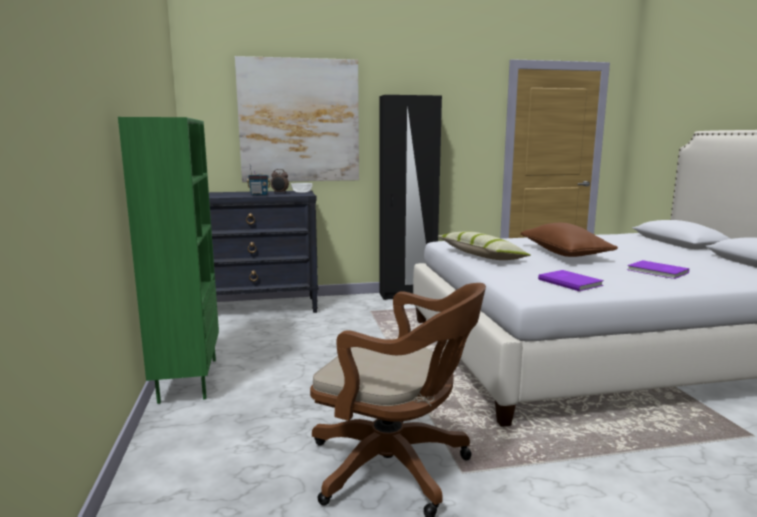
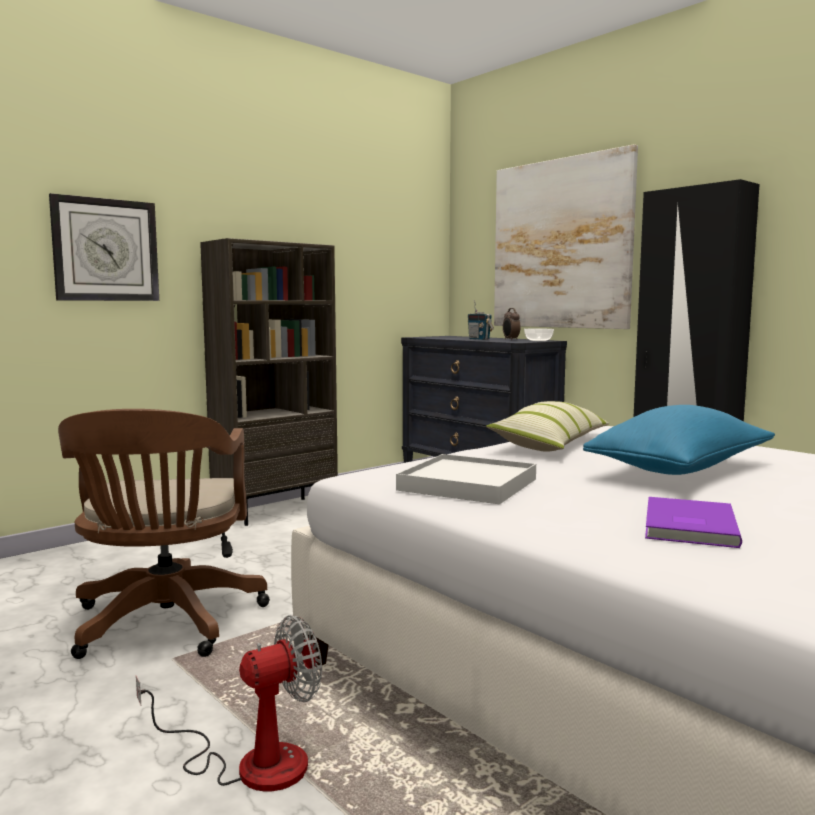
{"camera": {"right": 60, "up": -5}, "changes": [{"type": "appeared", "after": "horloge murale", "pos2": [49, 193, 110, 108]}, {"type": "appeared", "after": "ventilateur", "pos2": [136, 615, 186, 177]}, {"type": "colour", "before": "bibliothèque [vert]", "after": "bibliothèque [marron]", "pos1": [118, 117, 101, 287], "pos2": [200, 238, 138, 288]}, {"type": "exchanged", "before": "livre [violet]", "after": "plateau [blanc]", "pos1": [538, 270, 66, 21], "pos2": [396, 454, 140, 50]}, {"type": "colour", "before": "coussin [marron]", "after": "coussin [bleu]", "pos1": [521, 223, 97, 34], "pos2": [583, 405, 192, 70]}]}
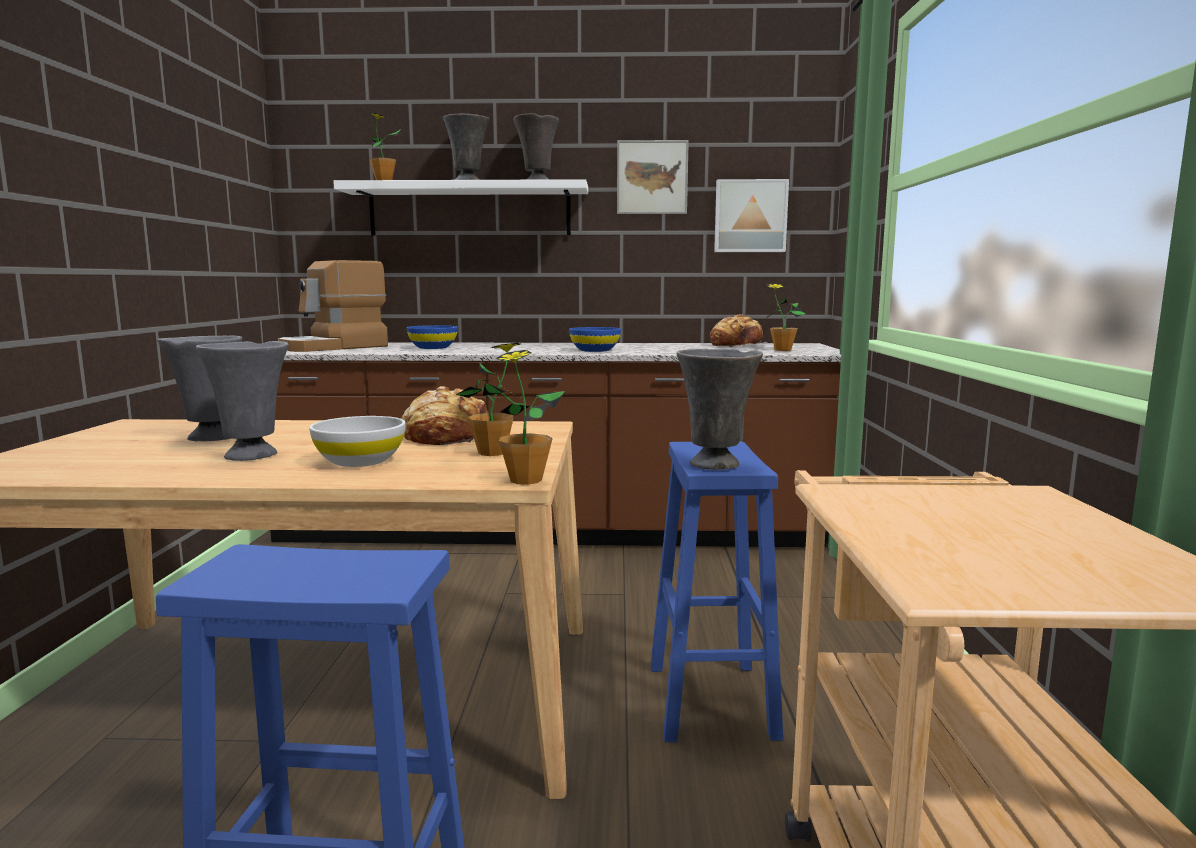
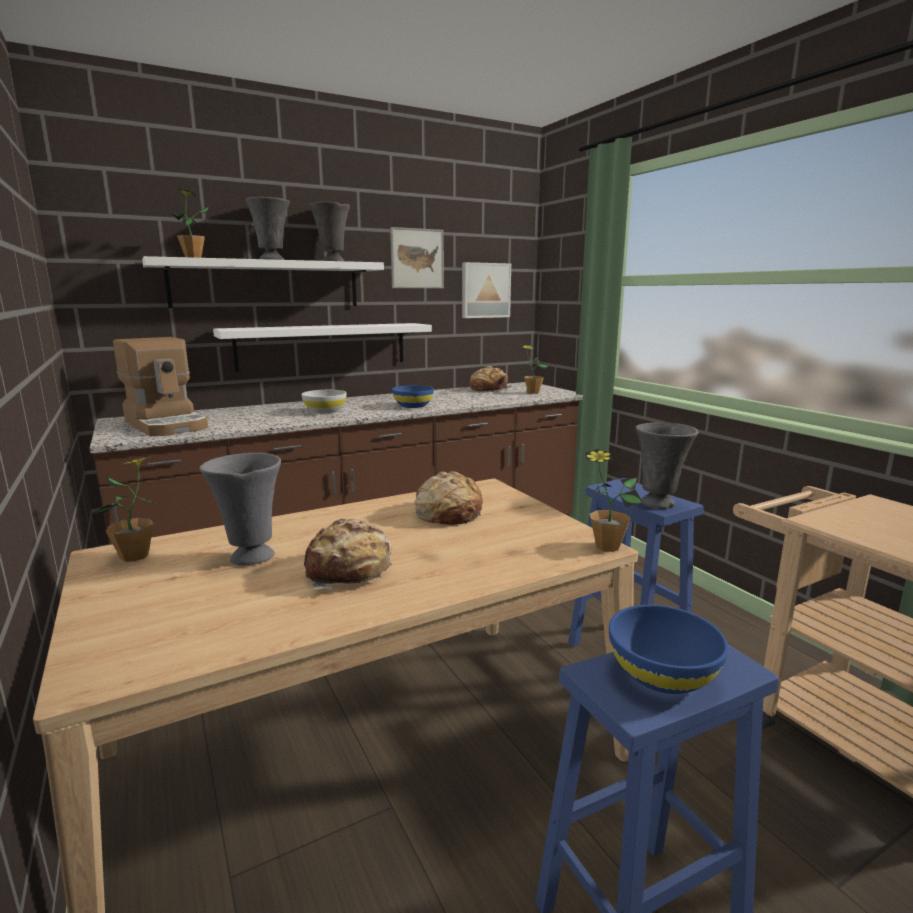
{"camera": {"right": -30, "up": 5}, "changes": [{"type": "relocated", "before": "plante en pot", "pos1": [456, 343, 66, 113], "pos2": [93, 456, 64, 106]}, {"type": "spun", "before": "machine à café", "pos1": [278, 260, 110, 92], "pos2": [113, 337, 95, 99], "turn": -60}, {"type": "appeared", "after": "étagère [blanc]", "pos2": [213, 323, 219, 49]}, {"type": "relocated", "before": "bol [blanc]", "pos1": [309, 416, 97, 51], "pos2": [301, 390, 46, 24]}, {"type": "exchanged", "before": "vase [gris]", "after": "pain", "pos1": [196, 341, 93, 120], "pos2": [304, 519, 88, 70]}, {"type": "relocated", "before": "bol [bleu]", "pos1": [407, 325, 51, 24], "pos2": [609, 605, 120, 89]}]}
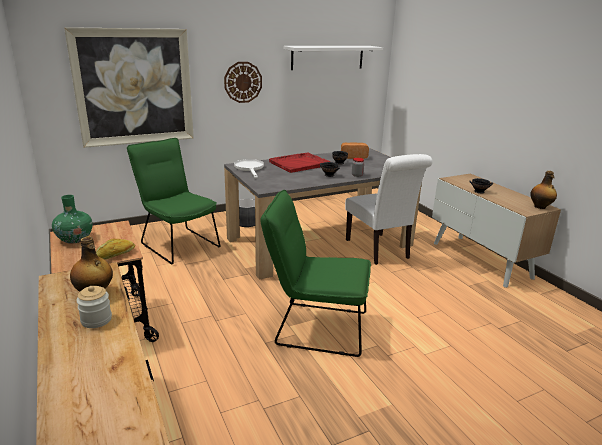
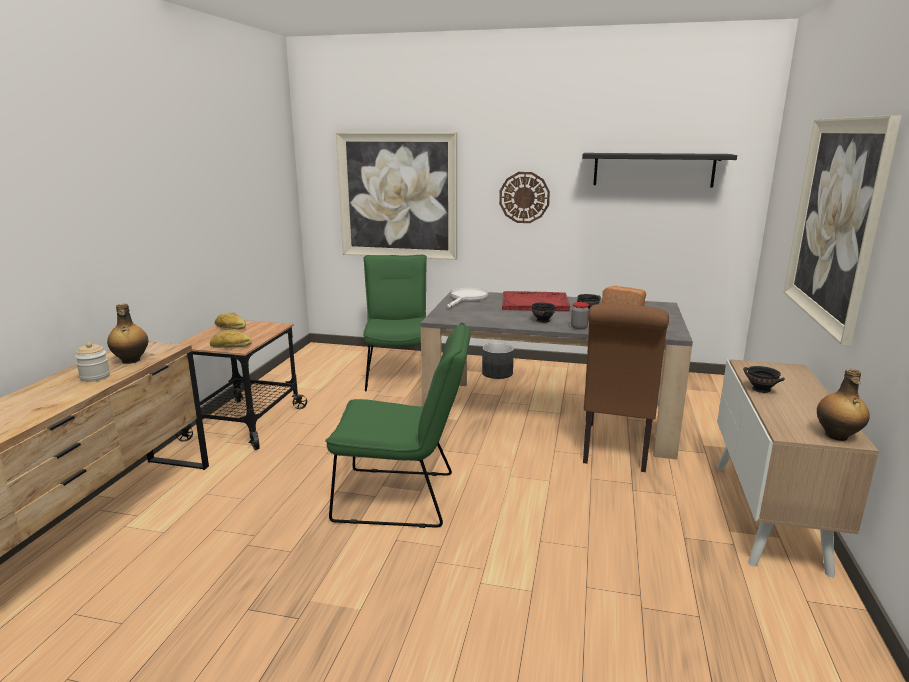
{"camera": {"right": 40, "up": -5}, "changes": [{"type": "exchanged", "before": "vase [vert]", "after": "pain", "pos1": [52, 195, 41, 49], "pos2": [215, 313, 31, 17]}, {"type": "spun", "before": "chaise [vert]", "pos1": [260, 190, 111, 167], "pos2": [325, 323, 146, 205], "turn": 135}, {"type": "colour", "before": "étagère [blanc]", "after": "étagère [noir]", "pos1": [284, 46, 99, 24], "pos2": [582, 153, 155, 34]}, {"type": "colour", "before": "chaise [blanc]", "after": "chaise [marron]", "pos1": [345, 154, 88, 111], "pos2": [583, 304, 86, 168]}, {"type": "appeared", "after": "tableau", "pos2": [784, 115, 118, 231]}]}
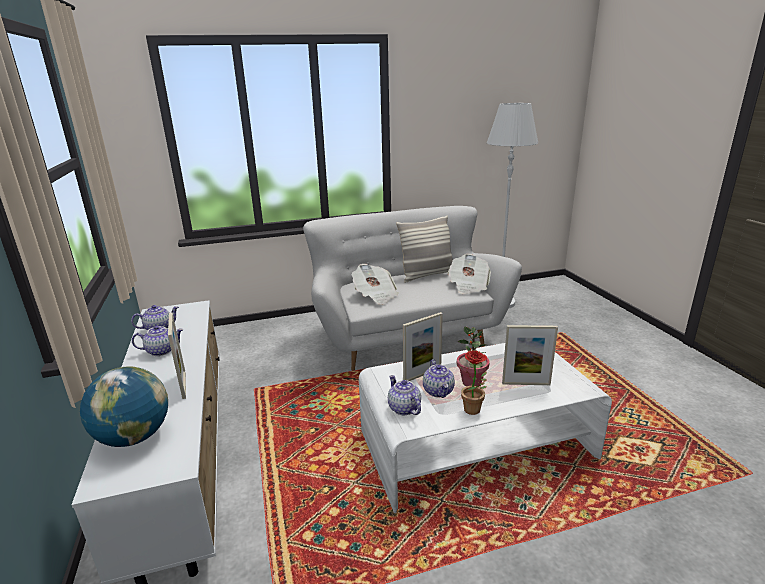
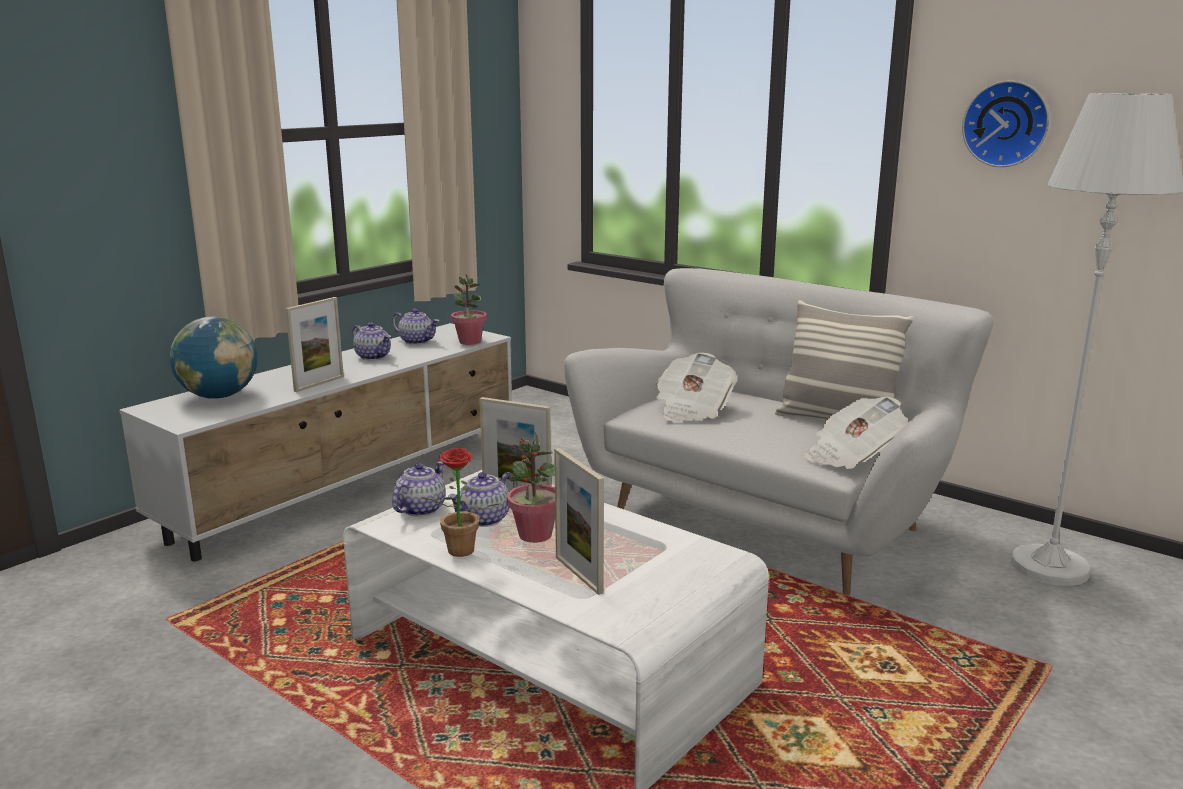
{"camera": {"right": 55, "up": -5}, "changes": [{"type": "appeared", "after": "plante en pot", "pos2": [451, 274, 36, 71]}, {"type": "appeared", "after": "horloge murale", "pos2": [962, 80, 87, 87]}]}
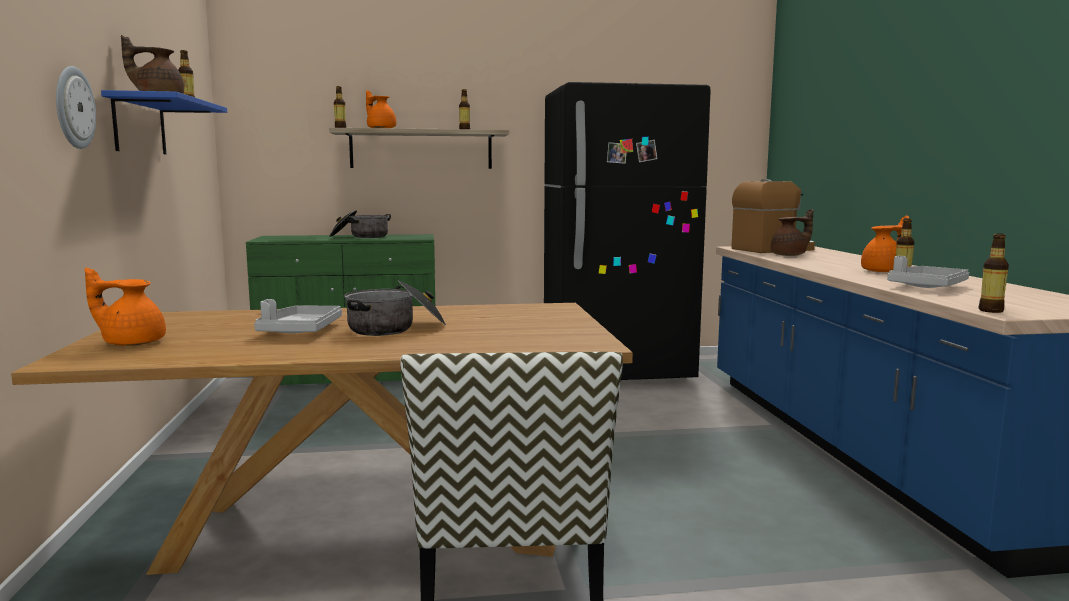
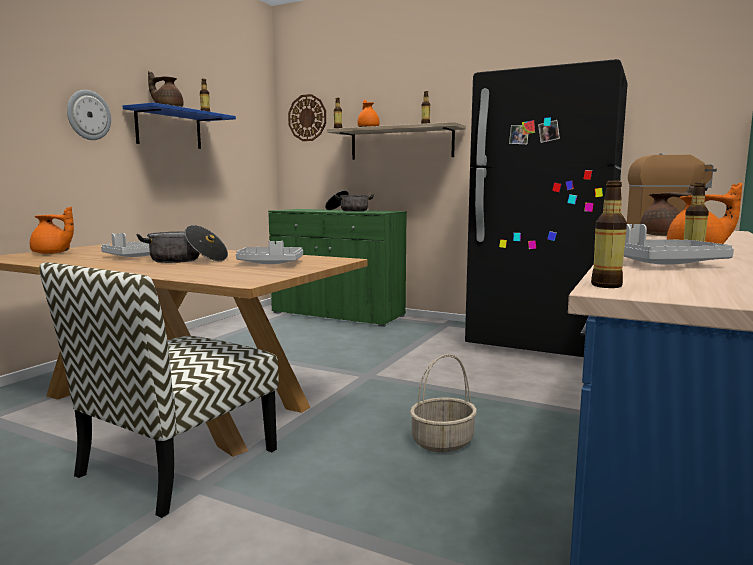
{"camera": {"right": 35, "up": 0}, "changes": [{"type": "spun", "before": "théière [orange]", "pos1": [85, 268, 81, 78], "pos2": [30, 206, 44, 48], "turn": 150}, {"type": "appeared", "after": "plateau [gris]", "pos2": [236, 241, 67, 23]}, {"type": "appeared", "after": "horloge murale", "pos2": [288, 94, 38, 47]}, {"type": "appeared", "after": "panier", "pos2": [410, 354, 67, 98]}]}
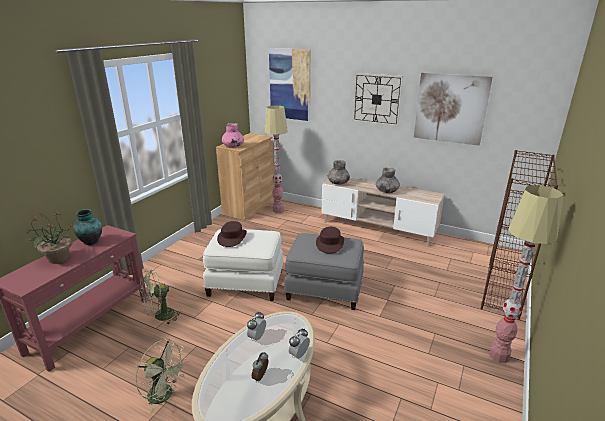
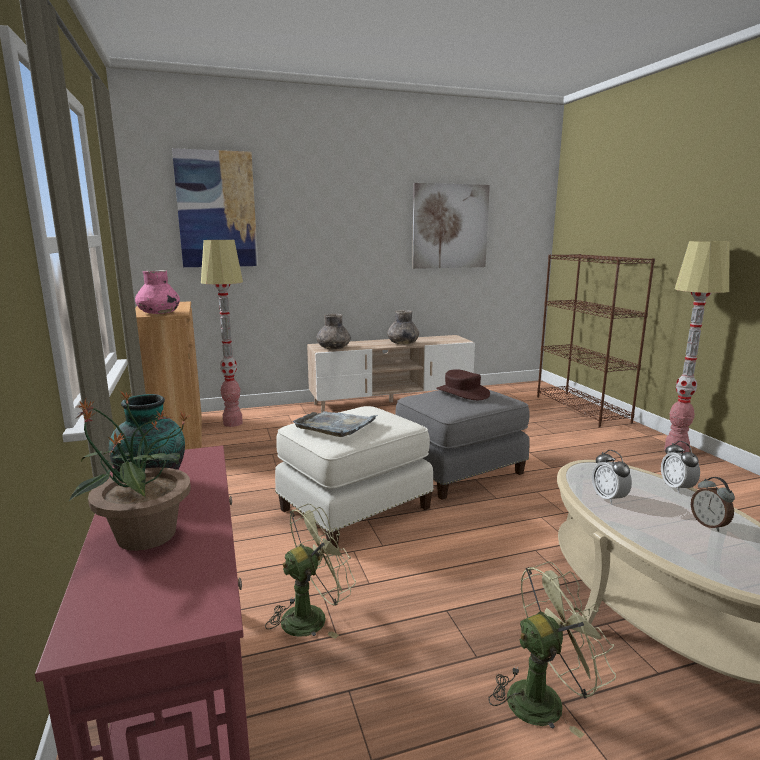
{"camera": {"right": -45, "up": -10}, "changes": [{"type": "spun", "before": "ventilateur [vert]", "pos1": [140, 270, 42, 54], "pos2": [265, 504, 91, 135], "turn": -135}, {"type": "exchanged", "before": "chapeau [marron]", "after": "plateau [gris]", "pos1": [217, 221, 30, 26], "pos2": [293, 411, 85, 26]}, {"type": "missing", "before": "horloge murale", "pos1": [352, 73, 51, 54]}]}
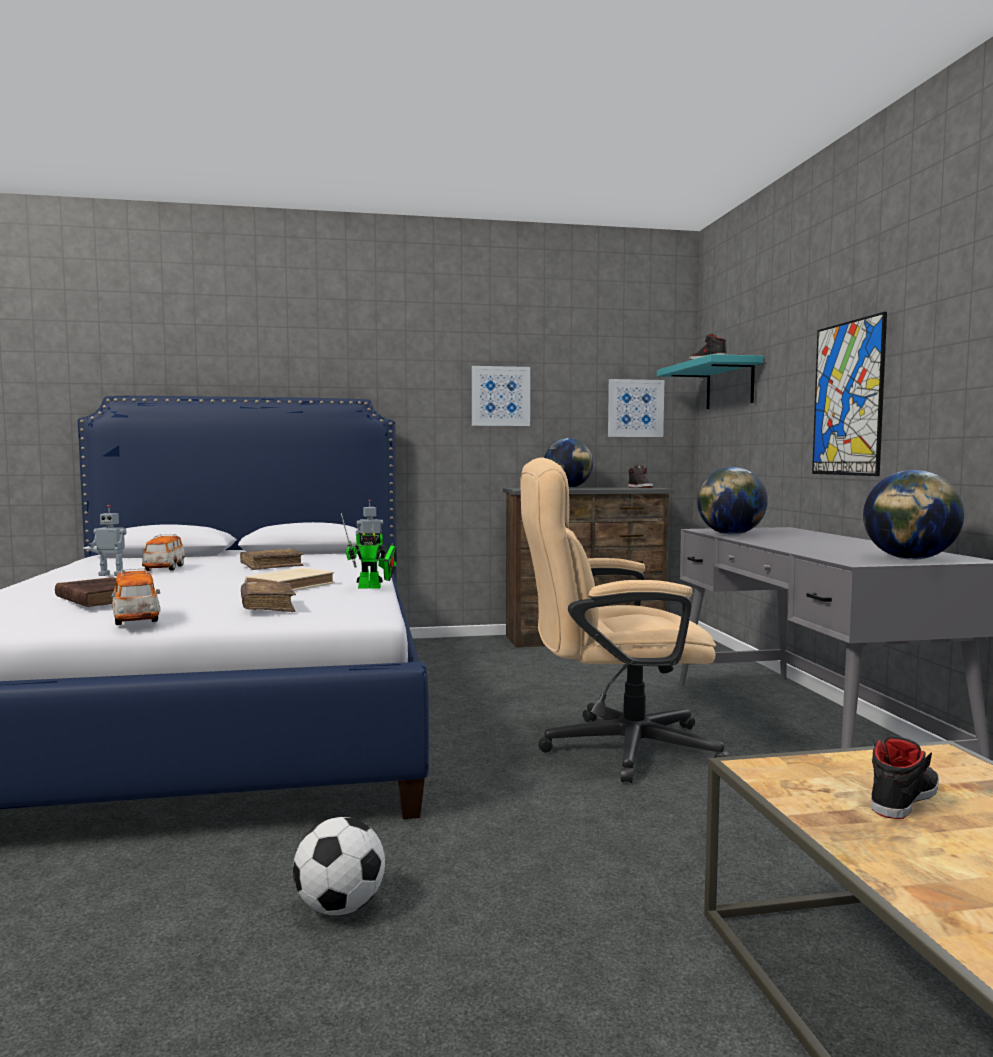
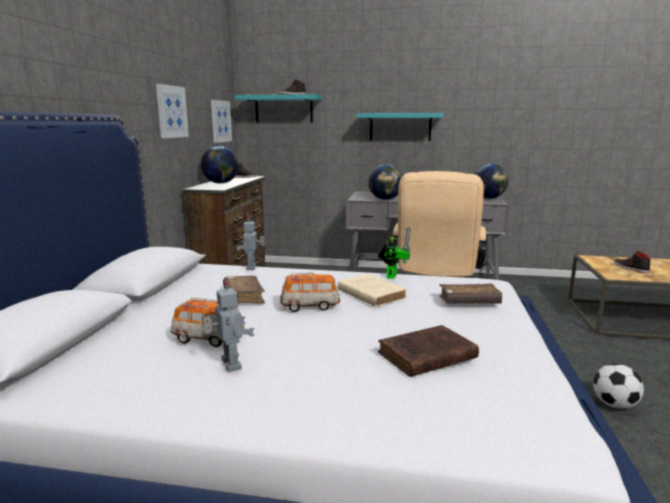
{"camera": {"right": -70, "up": 10}, "changes": [{"type": "spun", "before": "robot jouet", "pos1": [89, 505, 38, 71], "pos2": [203, 281, 51, 91], "turn": -45}, {"type": "relocated", "before": "petite voiture", "pos1": [111, 568, 49, 57], "pos2": [280, 273, 60, 39]}, {"type": "exchanged", "before": "tableau", "after": "étagère [turquoise]", "pos1": [812, 312, 75, 164], "pos2": [357, 113, 87, 28]}]}
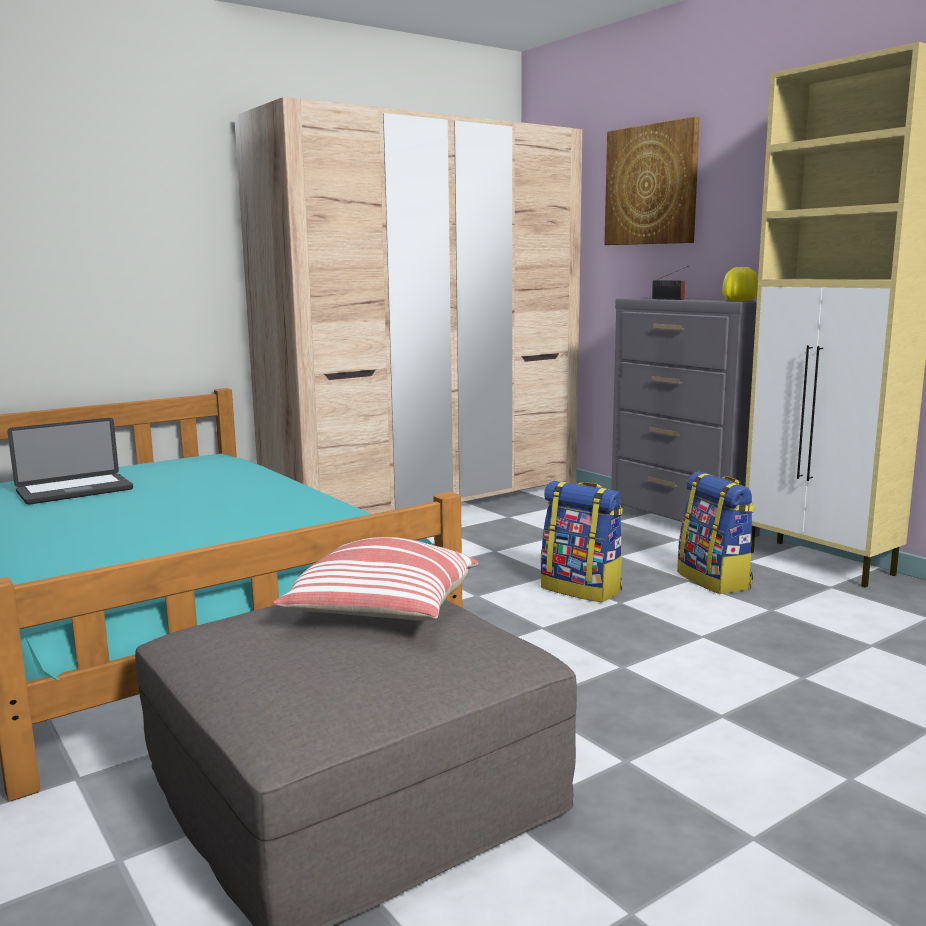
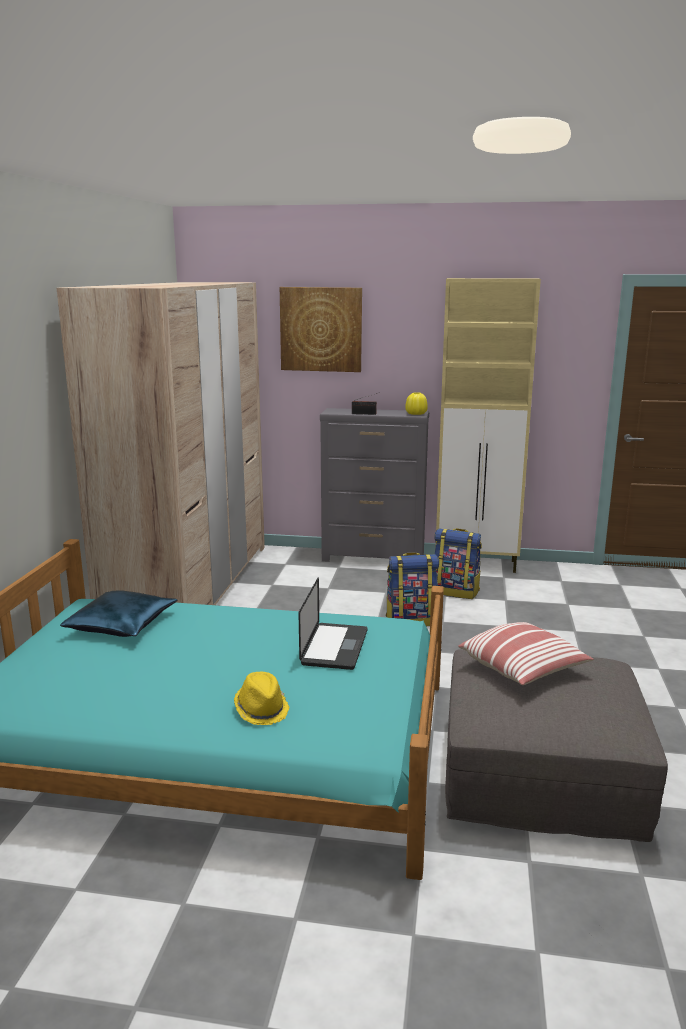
{"camera": {"right": -45, "up": 5}, "changes": [{"type": "appeared", "after": "coussin [bleu]", "pos2": [60, 591, 118, 46]}, {"type": "appeared", "after": "chapeau [jaune]", "pos2": [234, 672, 56, 53]}, {"type": "relocated", "before": "ordinateur portable", "pos1": [7, 418, 126, 87], "pos2": [298, 577, 69, 93]}]}
